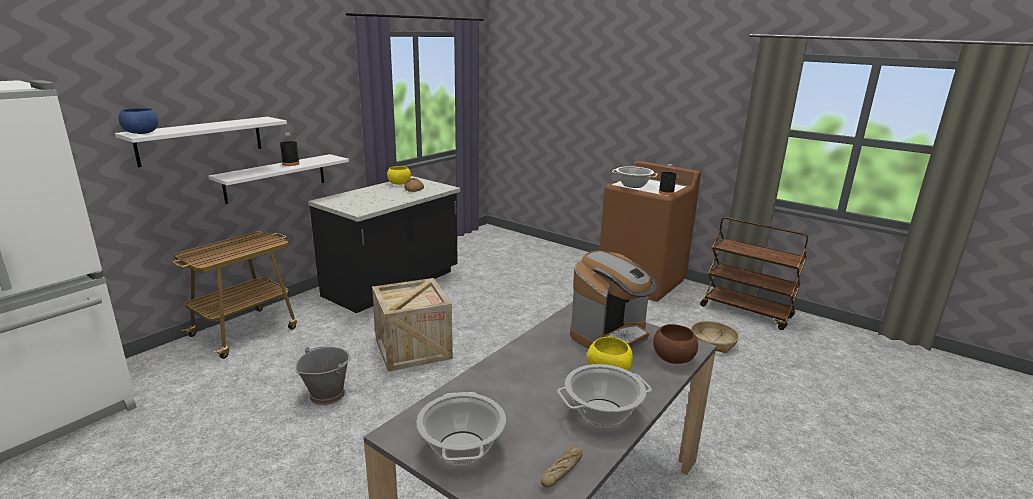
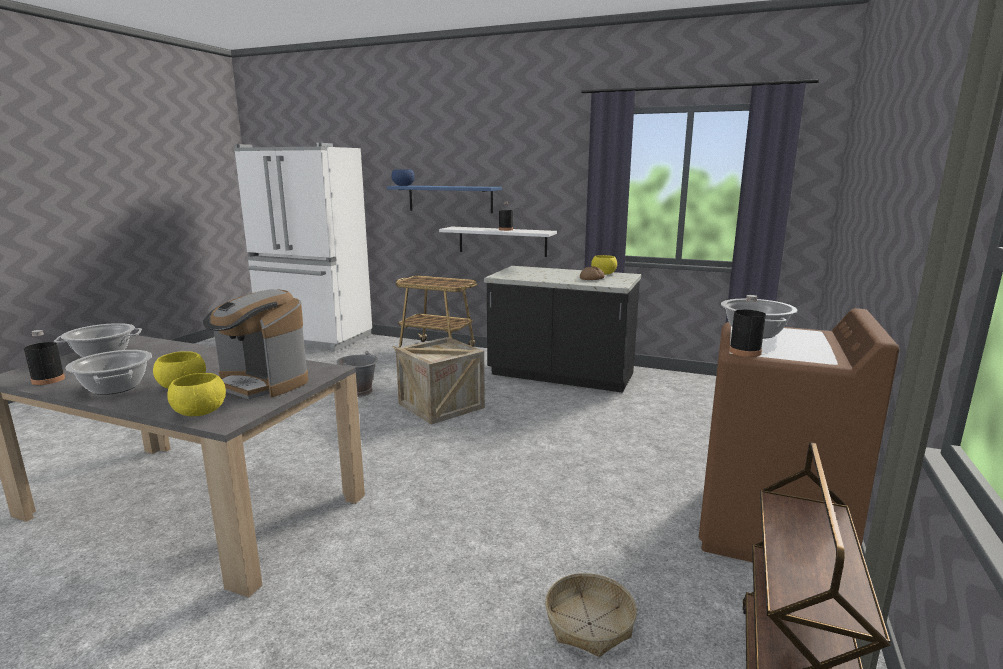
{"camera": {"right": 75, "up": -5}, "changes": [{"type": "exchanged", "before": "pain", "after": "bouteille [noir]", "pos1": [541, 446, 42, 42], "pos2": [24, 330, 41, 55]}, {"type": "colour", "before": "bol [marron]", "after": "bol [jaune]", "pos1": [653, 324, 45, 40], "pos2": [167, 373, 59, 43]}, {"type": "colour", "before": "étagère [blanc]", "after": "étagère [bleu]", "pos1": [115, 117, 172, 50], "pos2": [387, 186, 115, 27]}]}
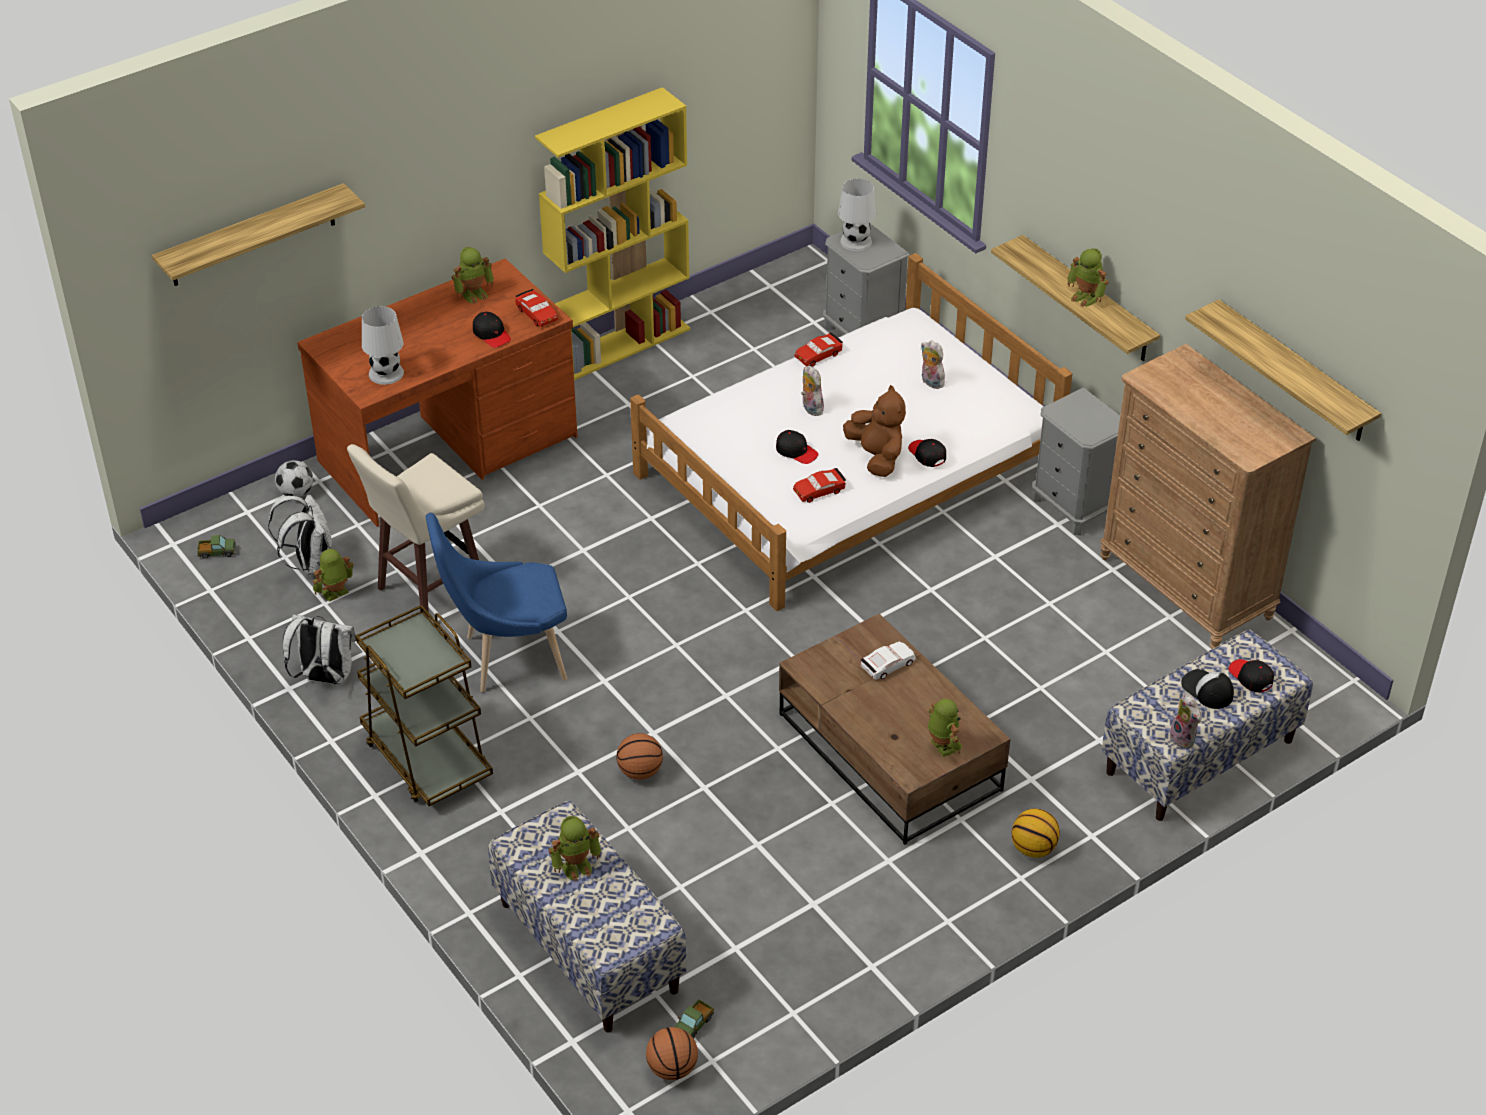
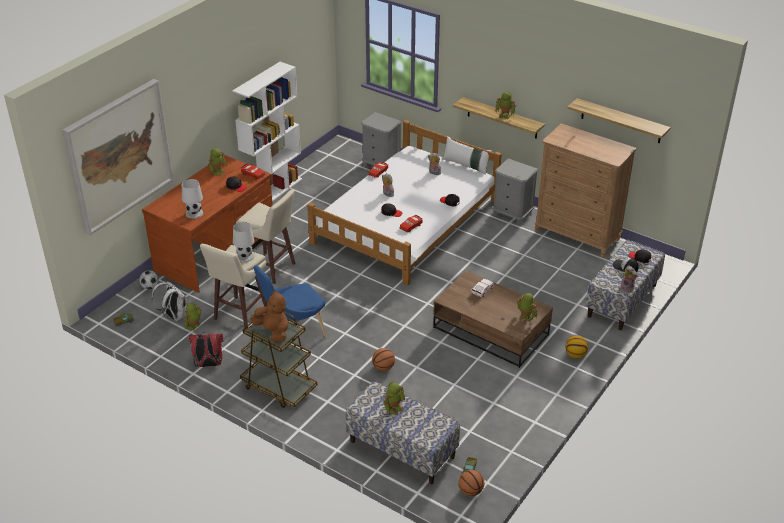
{"camera": {"right": -20, "up": -5}, "changes": [{"type": "exchanged", "before": "étagère", "after": "tableau", "pos1": [152, 183, 213, 103], "pos2": [62, 79, 111, 157]}, {"type": "colour", "before": "sac à dos [blanc]", "after": "sac à dos [rouge]", "pos1": [283, 614, 73, 70], "pos2": [189, 332, 34, 35]}, {"type": "colour", "before": "bibliothèque [jaune]", "after": "bibliothèque [blanc]", "pos1": [535, 87, 155, 293], "pos2": [232, 62, 71, 140]}, {"type": "relocated", "before": "lampe de table [blanc]", "pos1": [838, 179, 38, 72], "pos2": [233, 222, 21, 40]}, {"type": "appeared", "after": "tabouret [beige]", "pos2": [236, 190, 60, 94]}, {"type": "relocated", "before": "peluche [marron]", "pos1": [843, 385, 63, 92], "pos2": [250, 290, 38, 52]}, {"type": "appeared", "after": "coussin [blanc]", "pos2": [442, 136, 50, 39]}]}
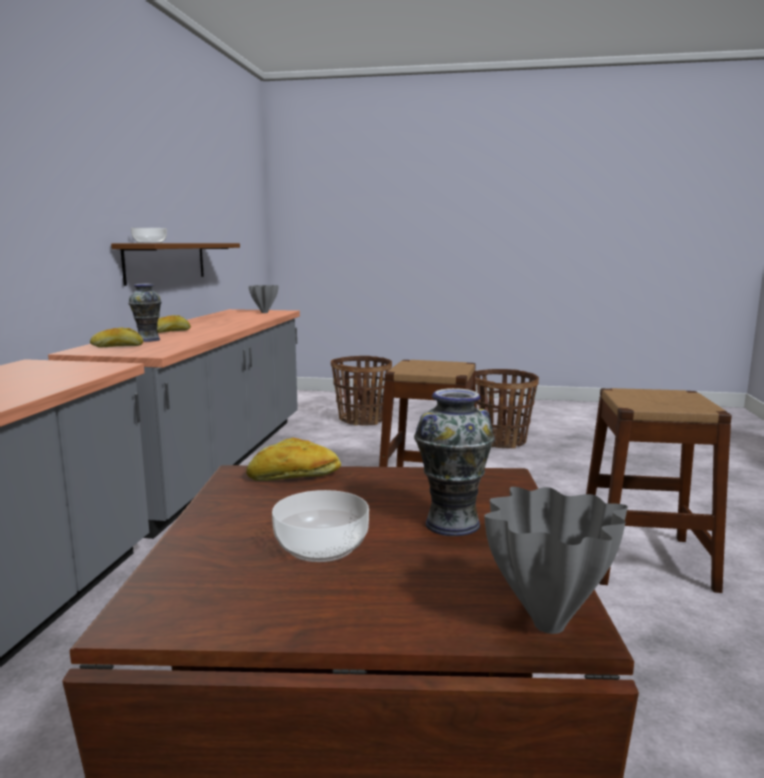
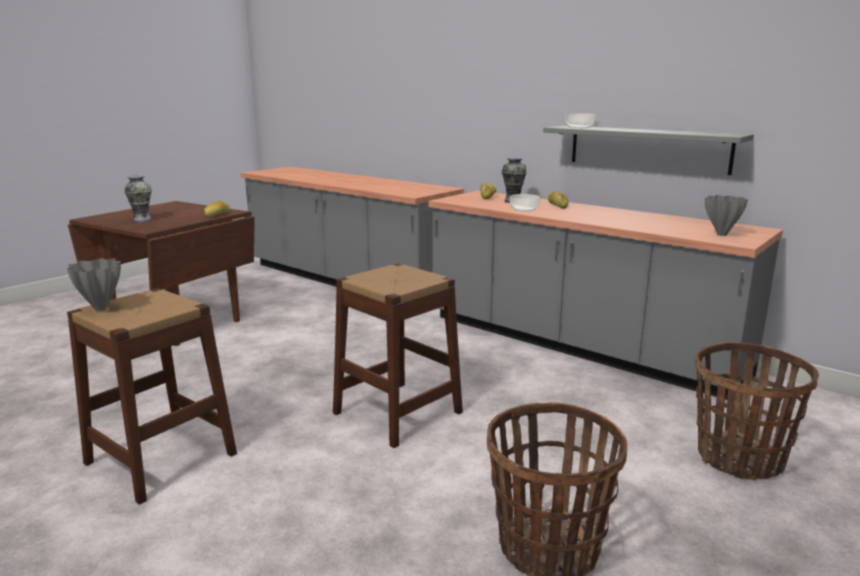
{"camera": {"right": 120, "up": 5}, "changes": [{"type": "relocated", "before": "vase [gris]", "pos1": [484, 487, 144, 147], "pos2": [67, 258, 54, 53]}, {"type": "relocated", "before": "bol", "pos1": [272, 490, 97, 72], "pos2": [510, 194, 30, 17]}, {"type": "colour", "before": "étagère [marron]", "after": "étagère [gris]", "pos1": [111, 243, 129, 43], "pos2": [543, 126, 211, 49]}]}
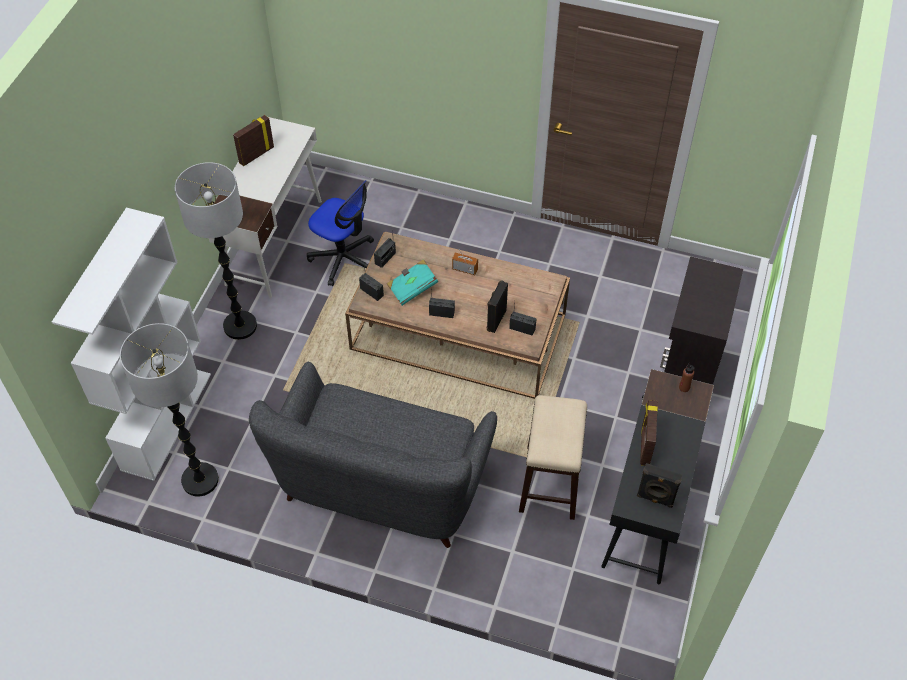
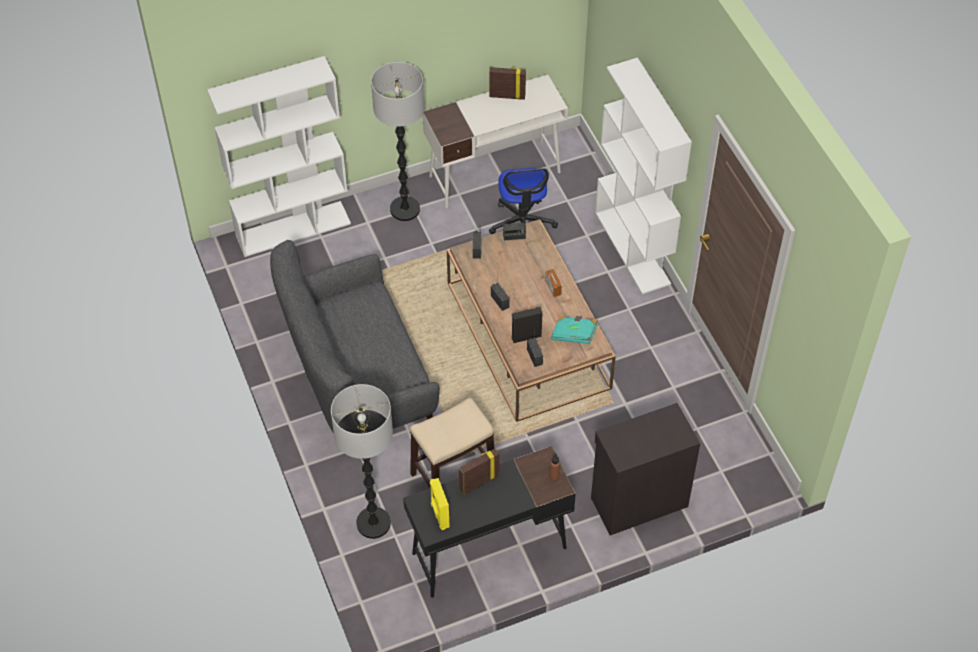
{"camera": {"right": 50, "up": 0}, "changes": [{"type": "relocated", "before": "lampadaire", "pos1": [120, 323, 99, 174], "pos2": [331, 384, 62, 155]}, {"type": "colour", "before": "enceinte [noir]", "after": "enceinte [jaune]", "pos1": [637, 463, 45, 45], "pos2": [430, 478, 20, 52]}, {"type": "relocated", "before": "livre [turquoise]", "pos1": [387, 259, 51, 47], "pos2": [551, 316, 47, 28]}, {"type": "appeared", "after": "bibliothèque [blanc]", "pos2": [595, 58, 97, 236]}]}
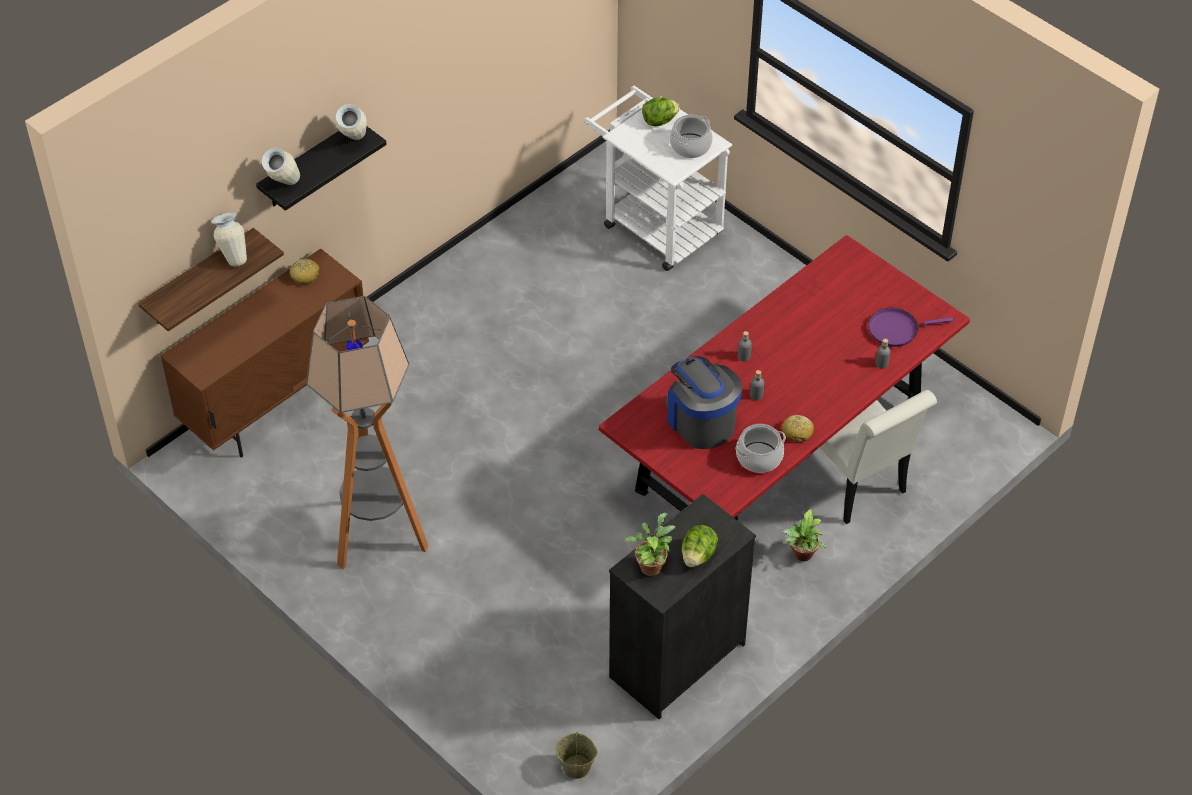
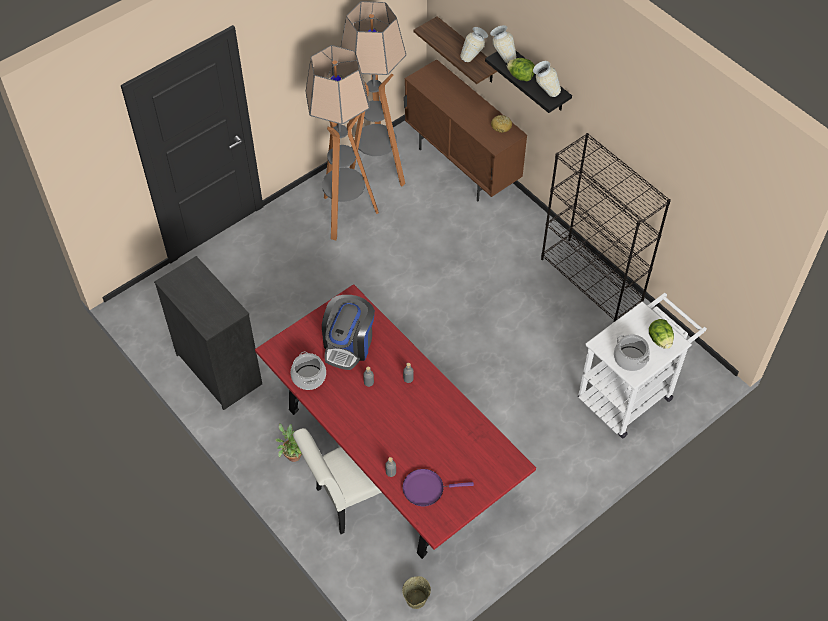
{"camera": {"right": 95, "up": 5}, "changes": [{"type": "spun", "before": "machine à café", "pos1": [666, 356, 76, 93], "pos2": [322, 295, 53, 75], "turn": 135}, {"type": "appeared", "after": "lampadaire", "pos2": [341, 1, 65, 186]}, {"type": "relocated", "before": "seau [beige]", "pos1": [556, 732, 42, 47], "pos2": [402, 576, 29, 33]}, {"type": "spun", "before": "poêle [violet]", "pos1": [868, 308, 85, 39], "pos2": [403, 469, 71, 37], "turn": -90}, {"type": "relocated", "before": "laitue", "pos1": [681, 525, 37, 42], "pos2": [507, 58, 28, 23]}, {"type": "appeared", "after": "bibliothèque [noir]", "pos2": [541, 133, 130, 190]}, {"type": "missing", "before": "plante en pot", "pos1": [624, 513, 51, 63]}, {"type": "missing", "before": "pain", "pos1": [782, 415, 32, 27]}]}
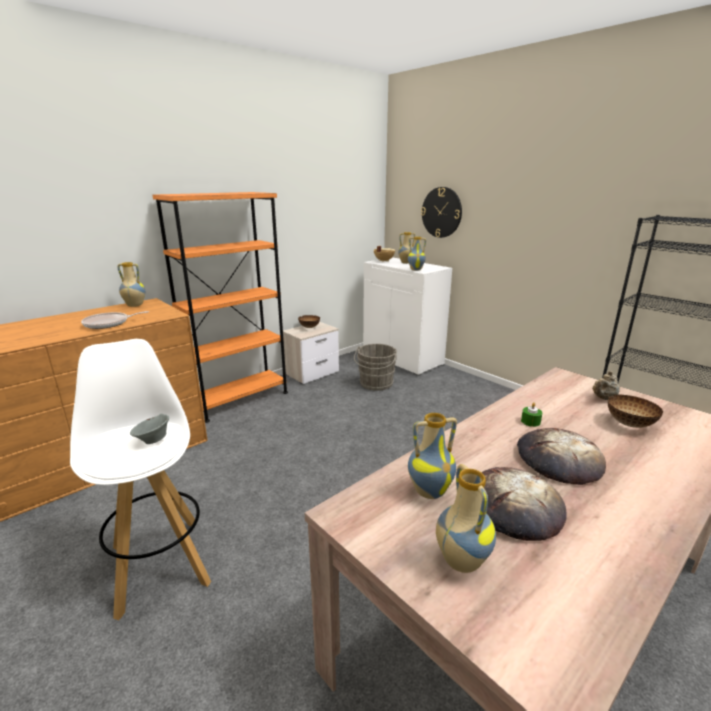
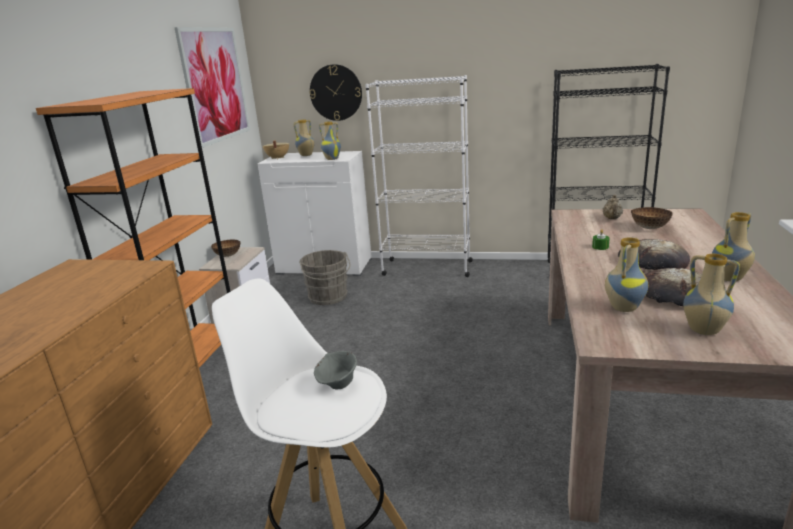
{"camera": {"right": -35, "up": 0}, "changes": [{"type": "appeared", "after": "tableau", "pos2": [174, 27, 76, 121]}, {"type": "appeared", "after": "bibliothèque [blanc]", "pos2": [365, 75, 108, 202]}, {"type": "relocated", "before": "vase", "pos1": [117, 262, 28, 45], "pos2": [712, 212, 43, 69]}, {"type": "missing", "before": "poêle", "pos1": [81, 311, 68, 18]}]}
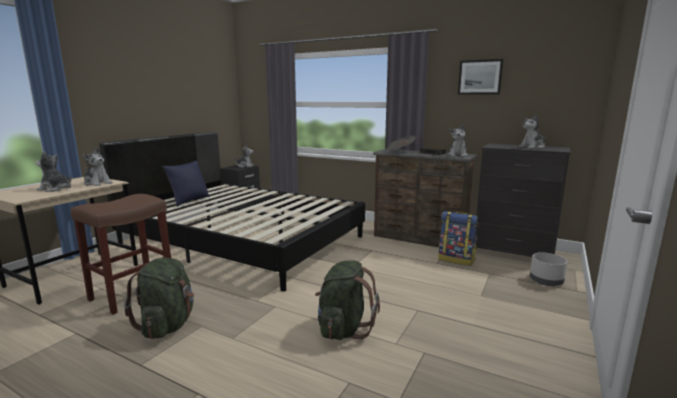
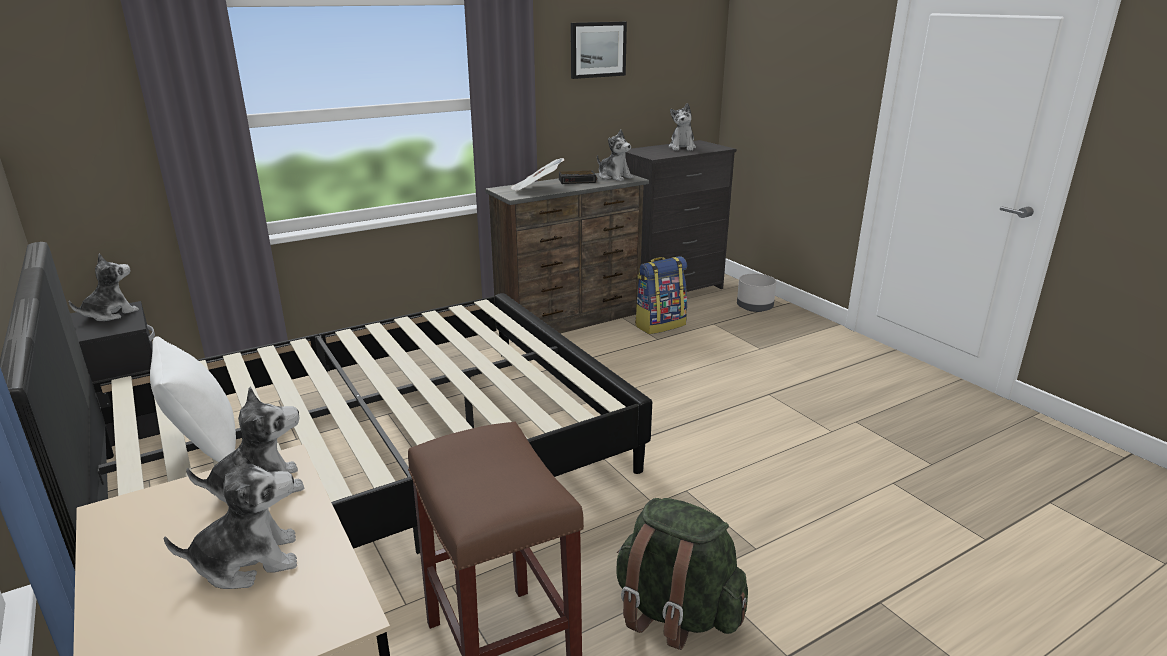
{"camera": {"right": -60, "up": 10}, "changes": [{"type": "colour", "before": "coussin [bleu]", "after": "coussin [blanc]", "pos1": [162, 161, 48, 46], "pos2": [150, 336, 86, 126]}, {"type": "spun", "before": "peluche", "pos1": [36, 151, 36, 41], "pos2": [164, 448, 133, 141], "turn": -150}, {"type": "missing", "before": "sac à dos [vert]", "pos1": [315, 260, 65, 80]}]}
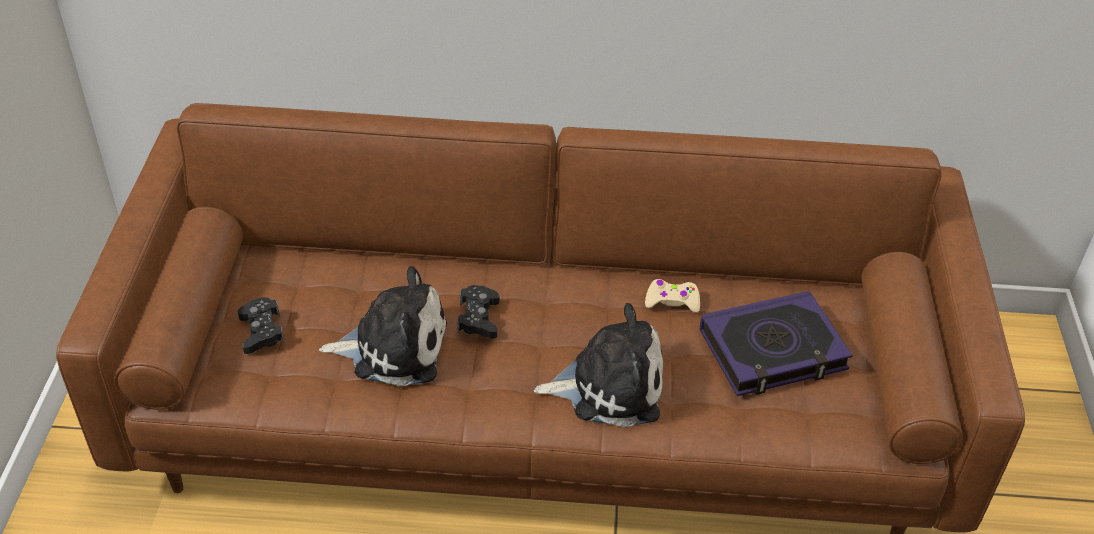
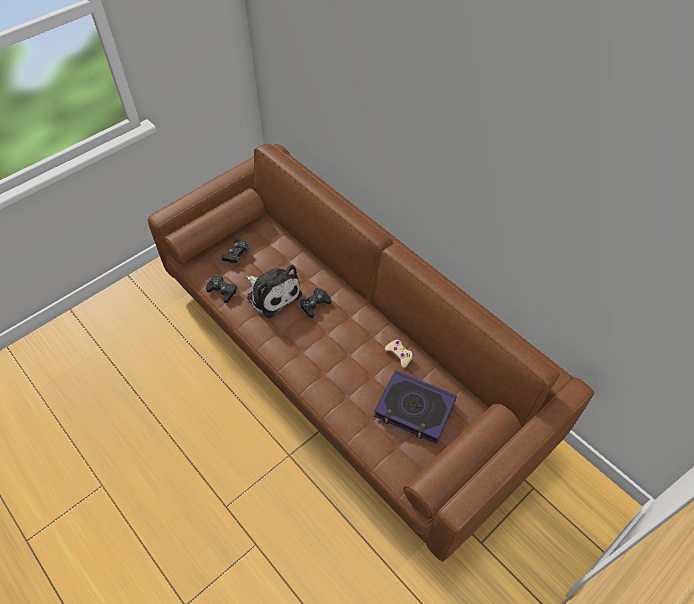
{"camera": {"right": 45, "up": 10}, "changes": [{"type": "appeared", "after": "manette [noir]", "pos2": [206, 275, 32, 28]}, {"type": "missing", "before": "peluche", "pos1": [534, 303, 129, 124]}]}
